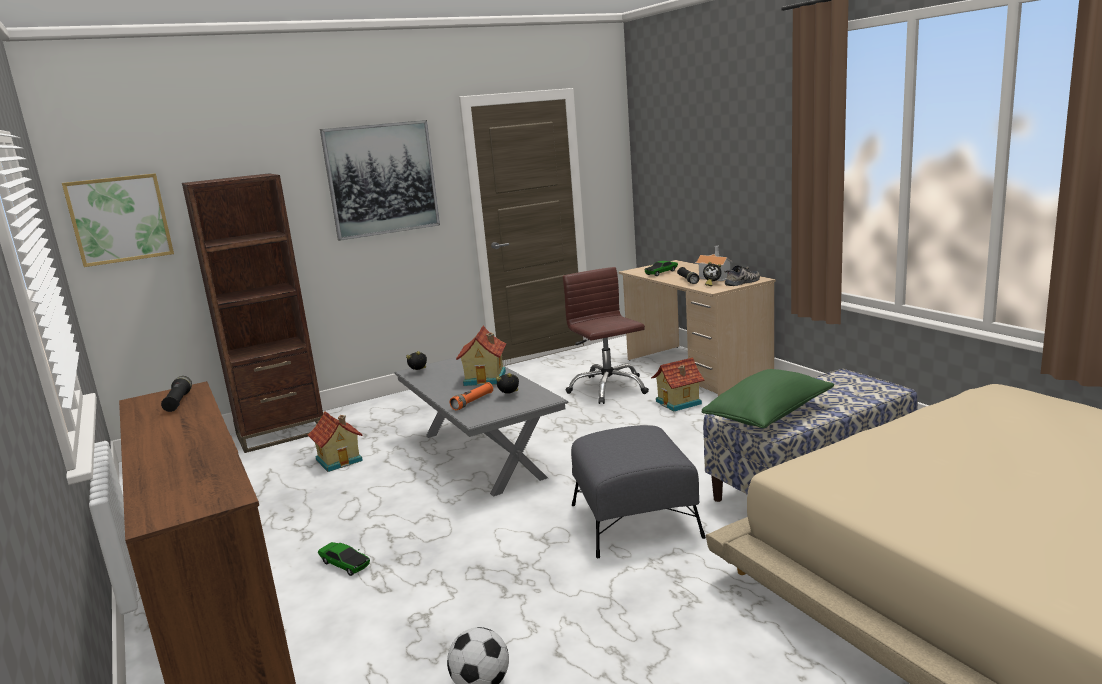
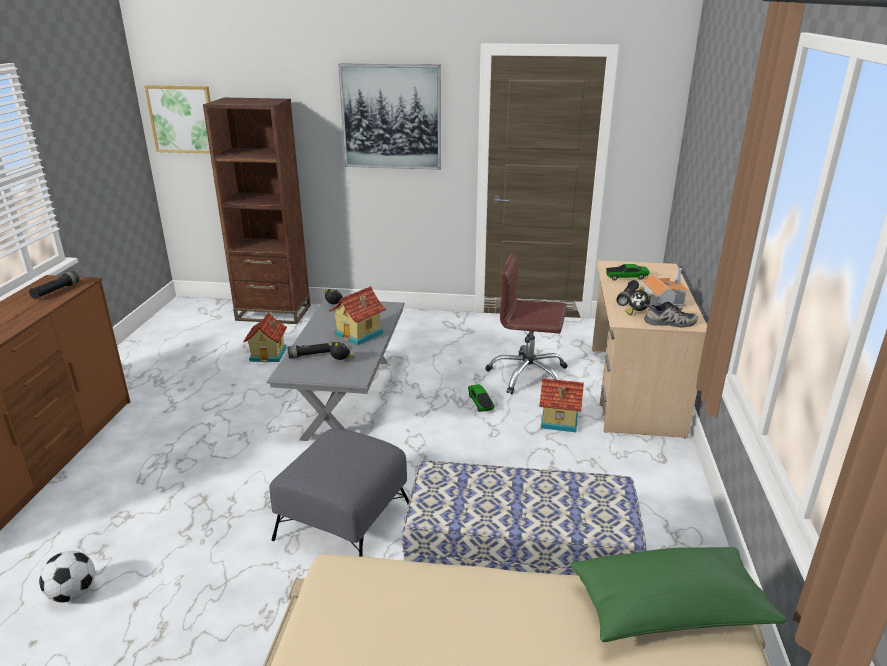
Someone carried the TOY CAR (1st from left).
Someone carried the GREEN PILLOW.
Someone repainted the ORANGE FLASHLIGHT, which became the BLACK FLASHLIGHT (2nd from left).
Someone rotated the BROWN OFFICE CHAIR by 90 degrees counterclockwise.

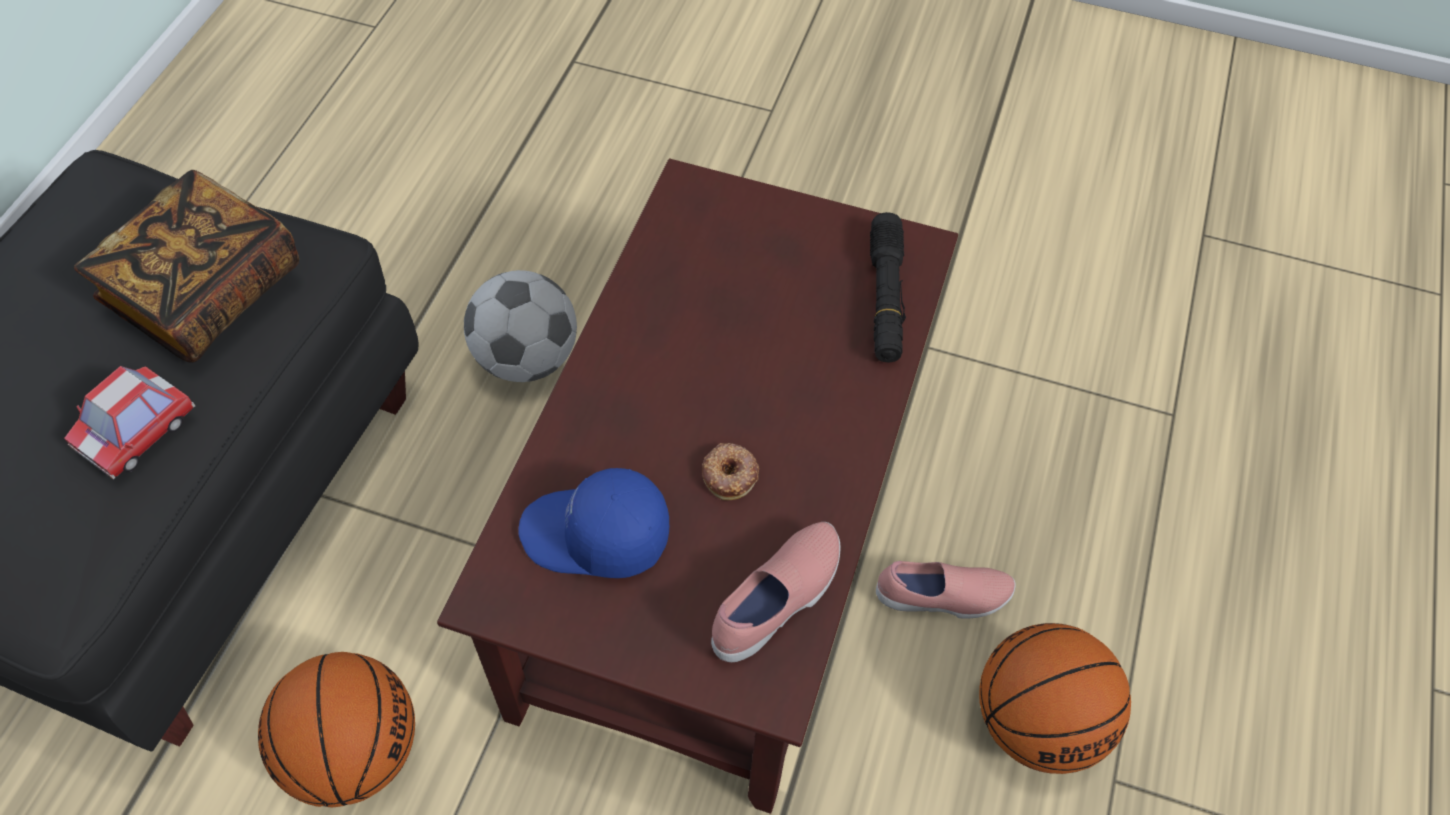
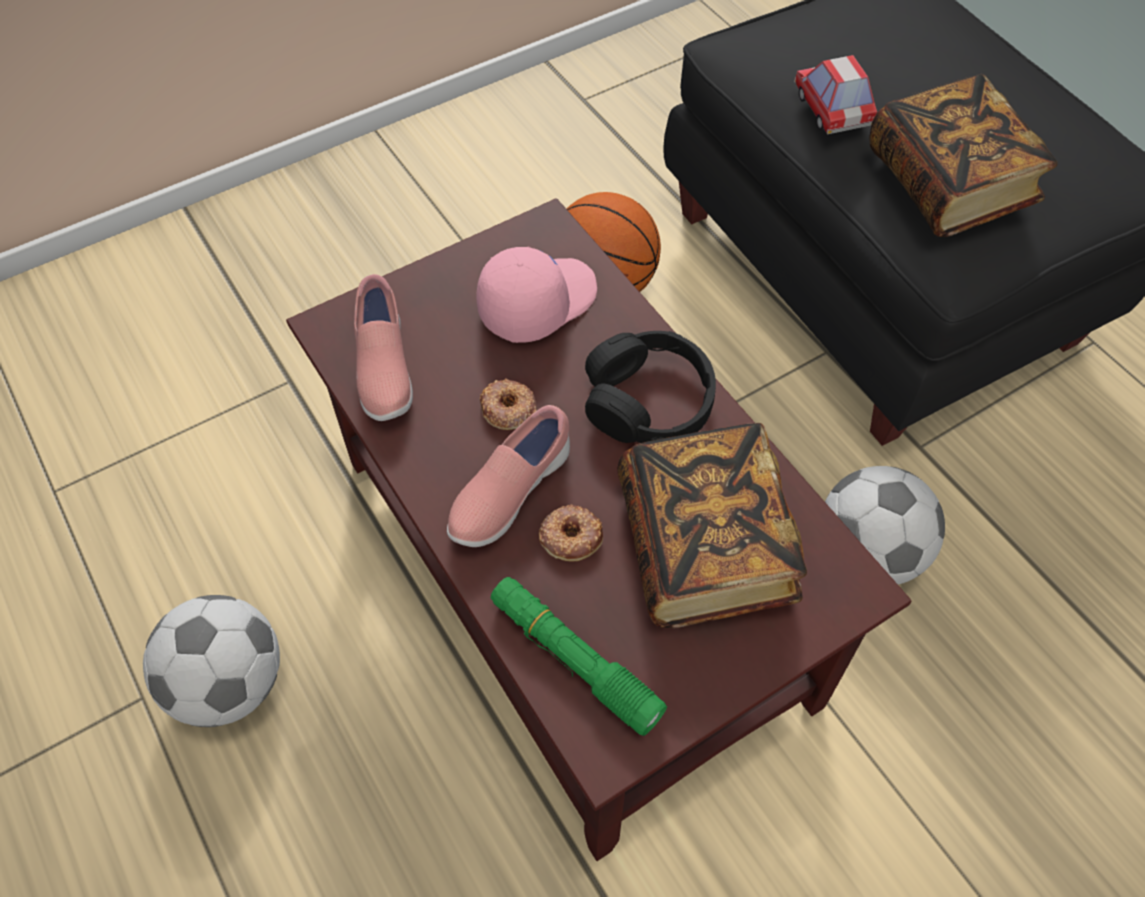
Someone put down the DONUT (2nd from left).
Someone put down the BLACK HEADPHONES.
Someone put down the BOOK (1st from left).
Someone carried the PINK SHOE (2nd from left).
Someone swapped the BASKETBALL (2nd from left) for the FOOTBALL (1st from left).
Someone repainted the BLUE CAP, which became the PINK CAP.
Someone repainted the BLACK FLASHLIGHT, which became the GREEN FLASHLIGHT.

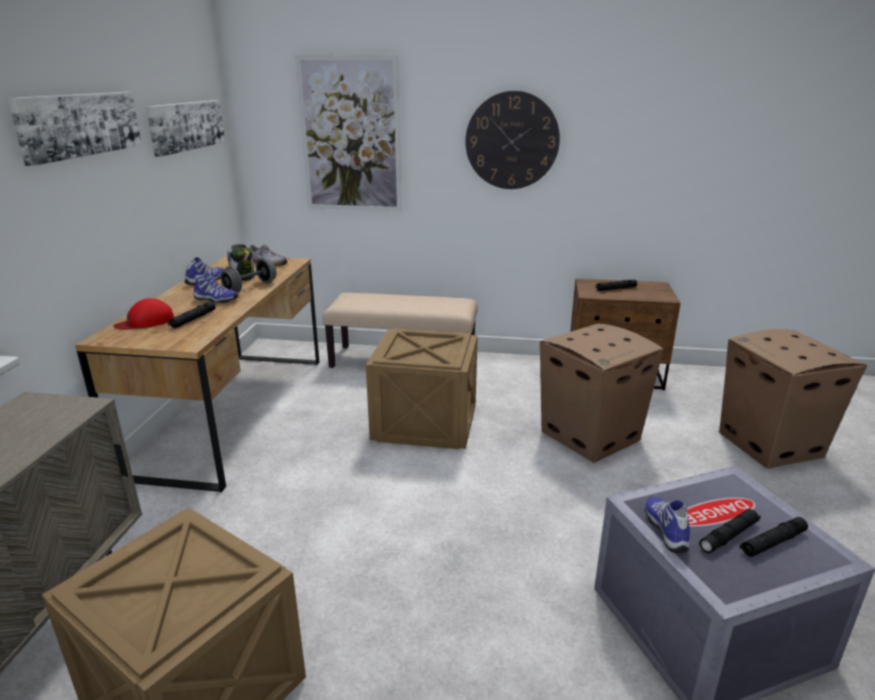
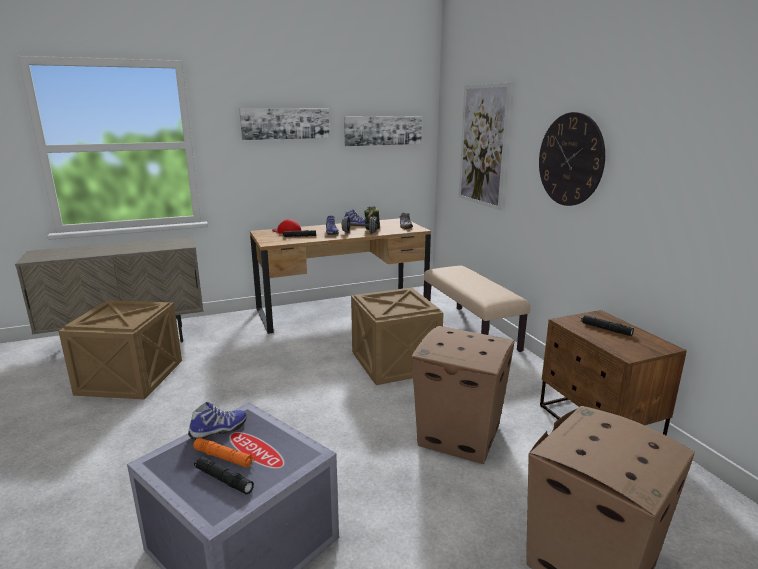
Someone repainted the BLACK FLASHLIGHT (3rd from left), which became the ORANGE FLASHLIGHT.

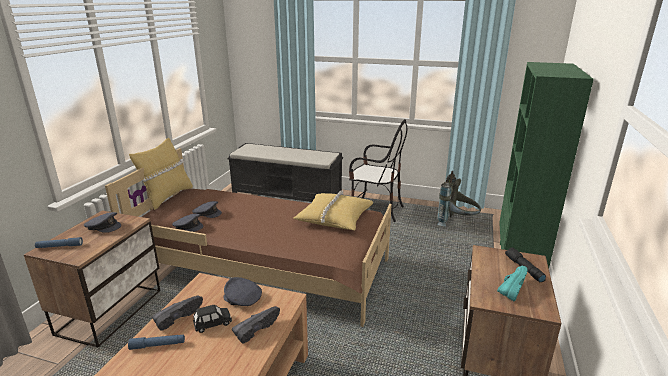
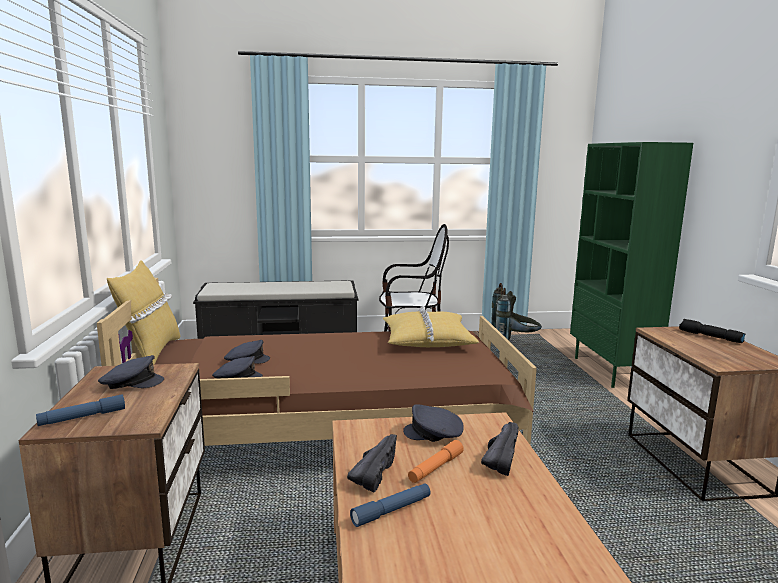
Someone took away the TURQUOISE SHOE.
Someone swapped the BLACK TOY CAR for the ORANGE FLASHLIGHT.

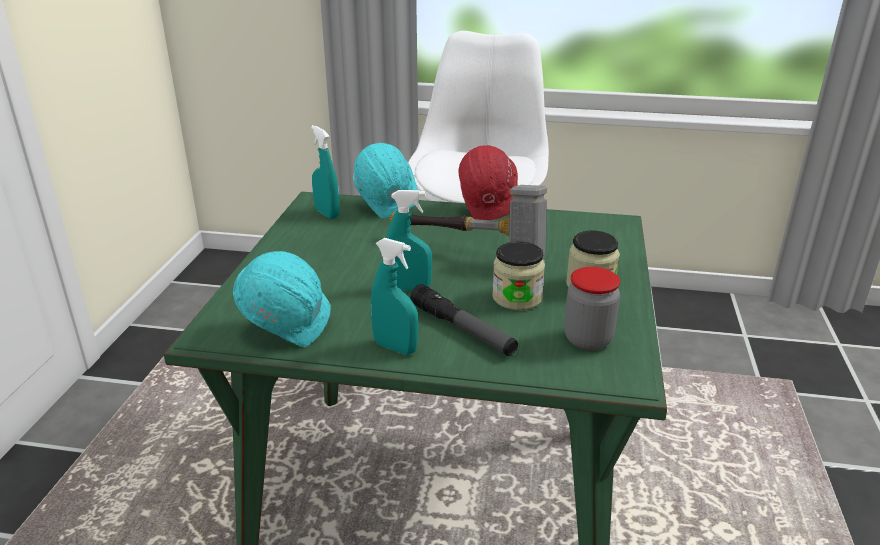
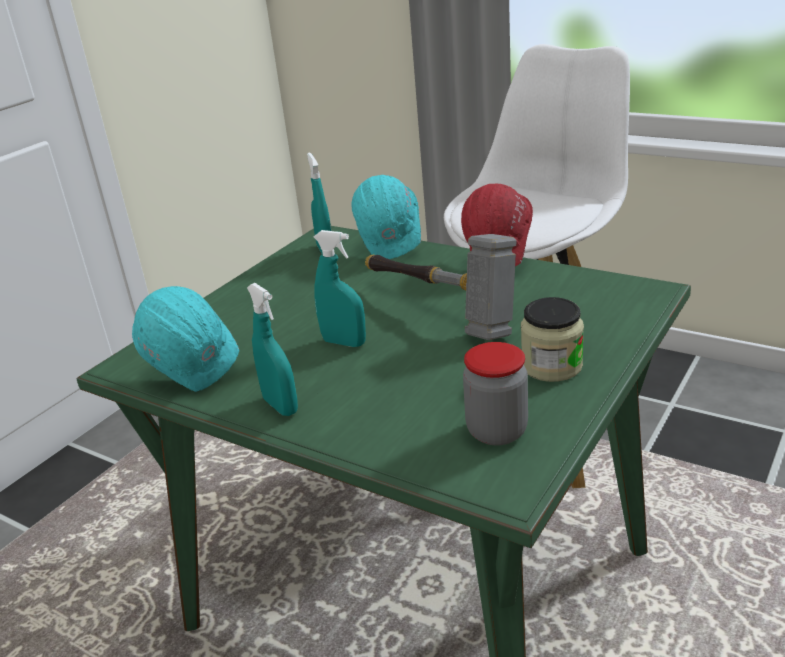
Someone took away the FLASHLIGHT.
Someone took away the JAR (1st from left).

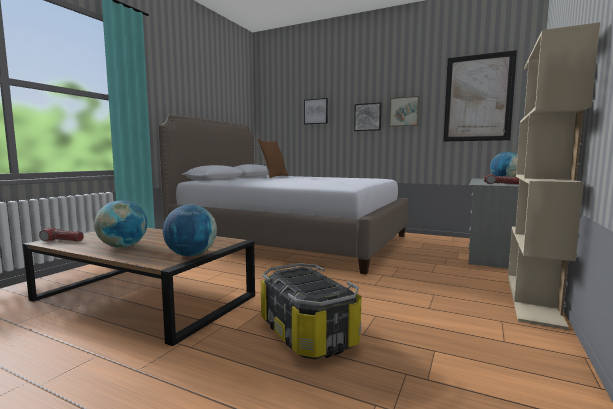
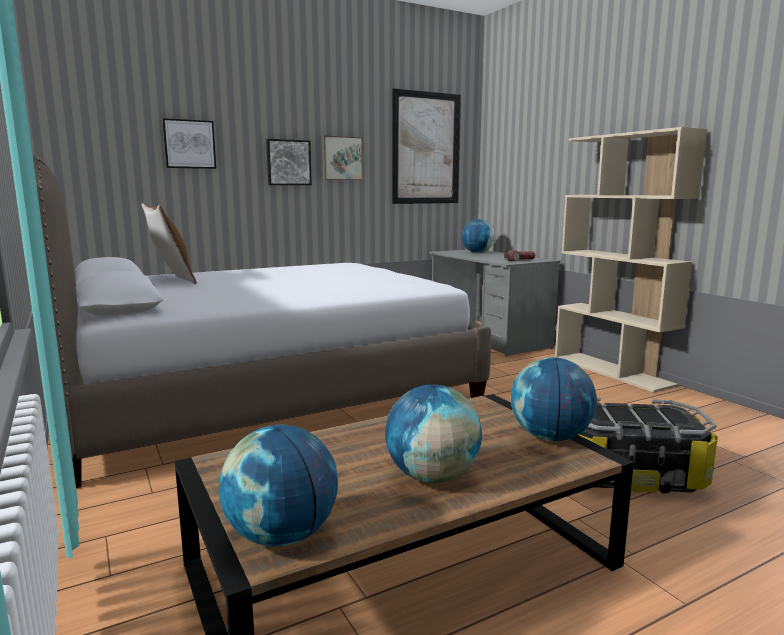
Someone swapped the FLASHLIGHT (1st from left) for the GLOBE (1st from left).

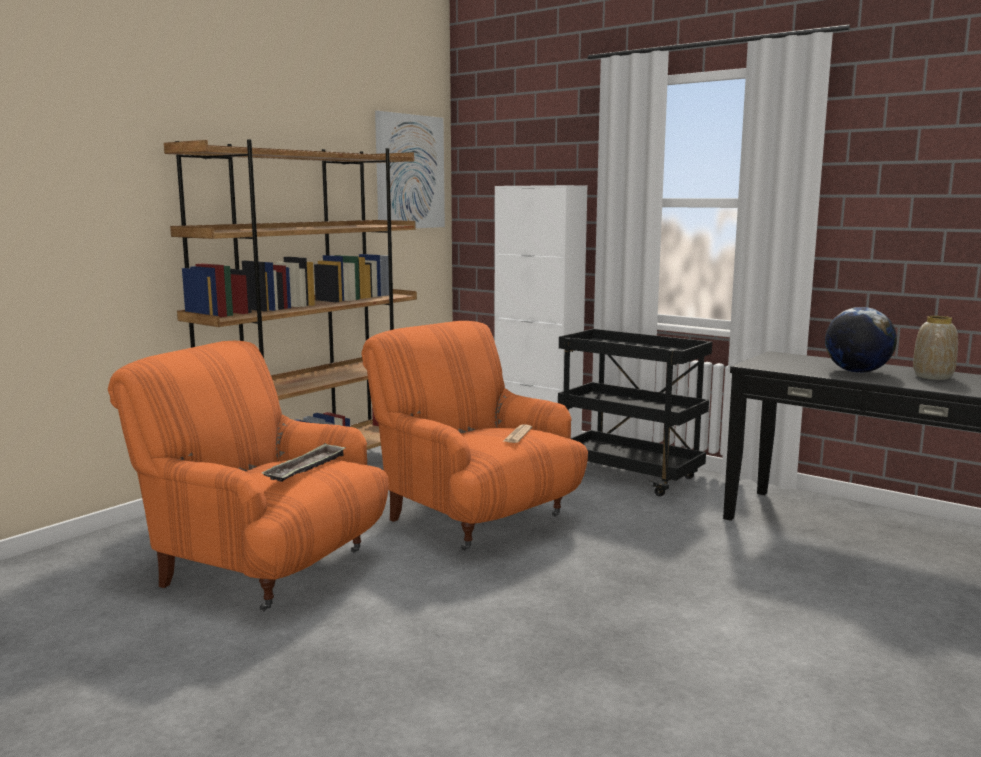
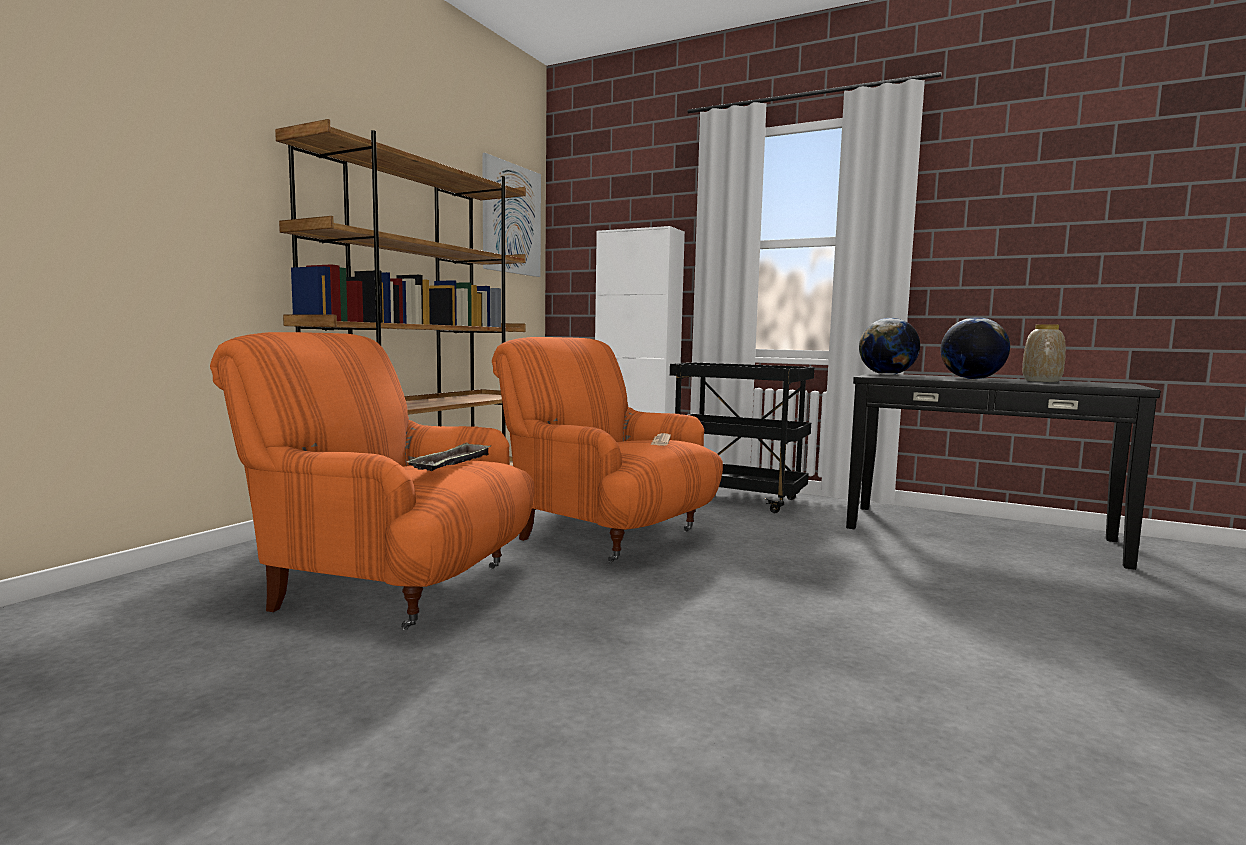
Someone put down the GLOBE (1st from left).

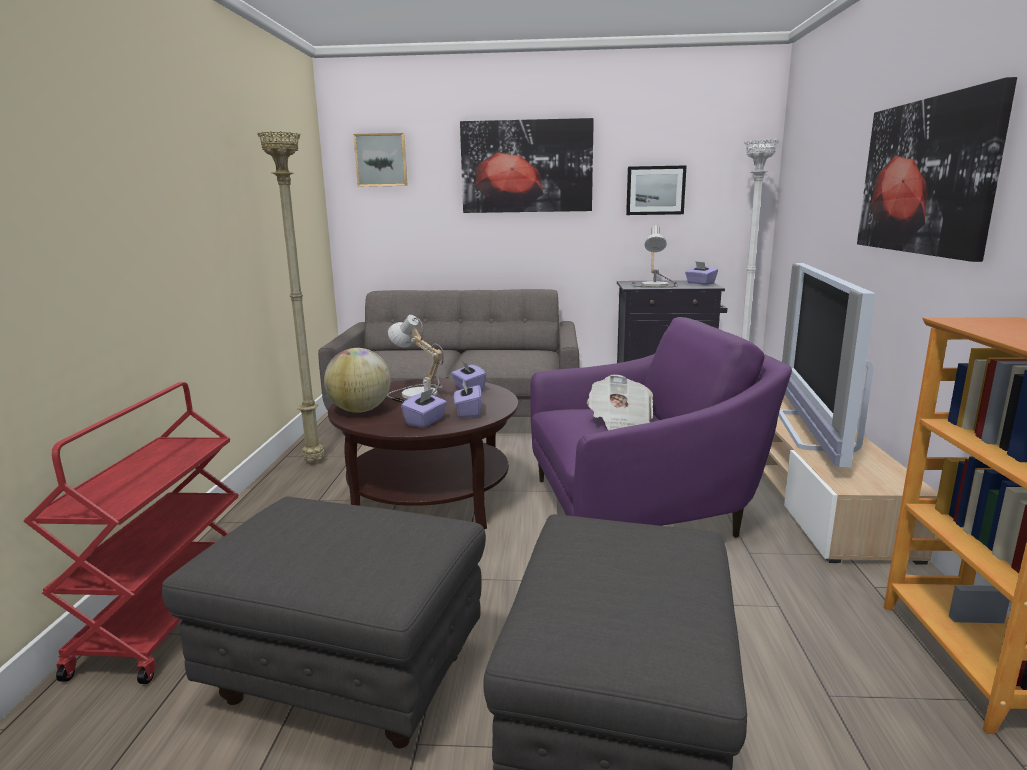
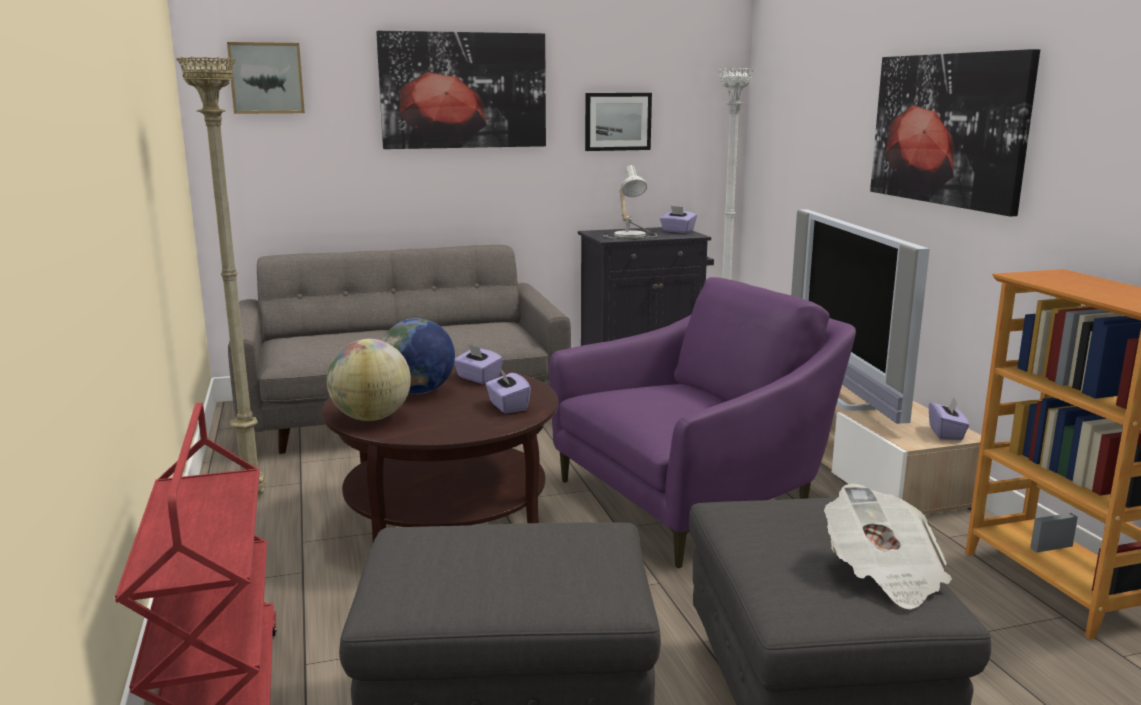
Someone carried the PURPLE TISSUE BOX (1st from left in the first image).
Someone carried the NEWSPAPER.
Someone swapped the TABLE LAMP (1st from left) for the GLOBE (2nd from left).

